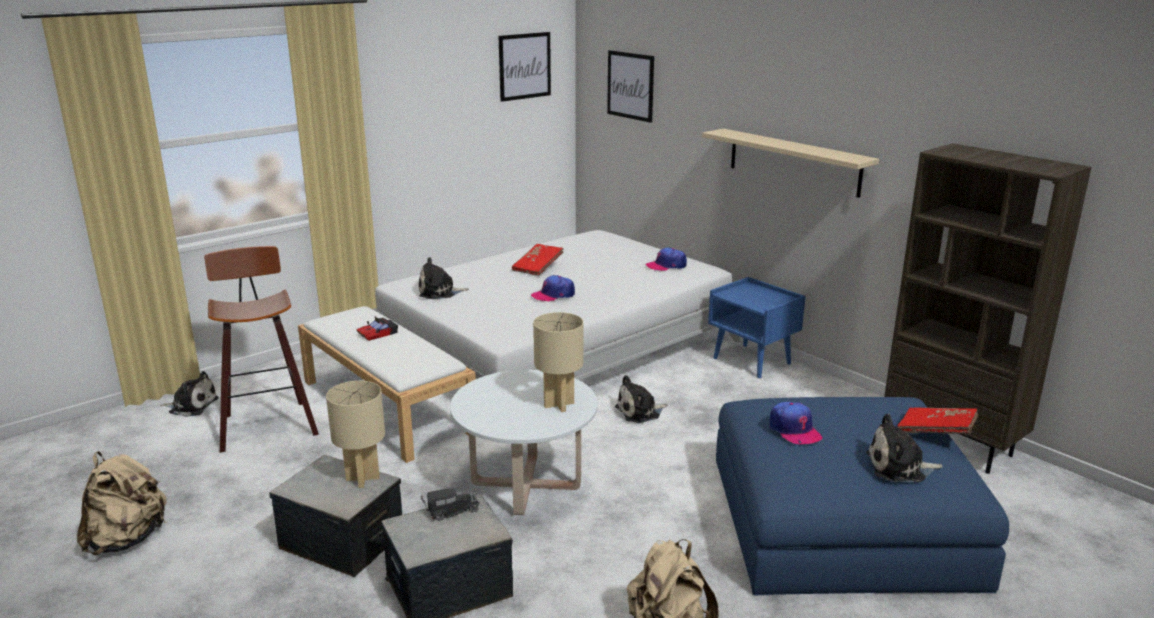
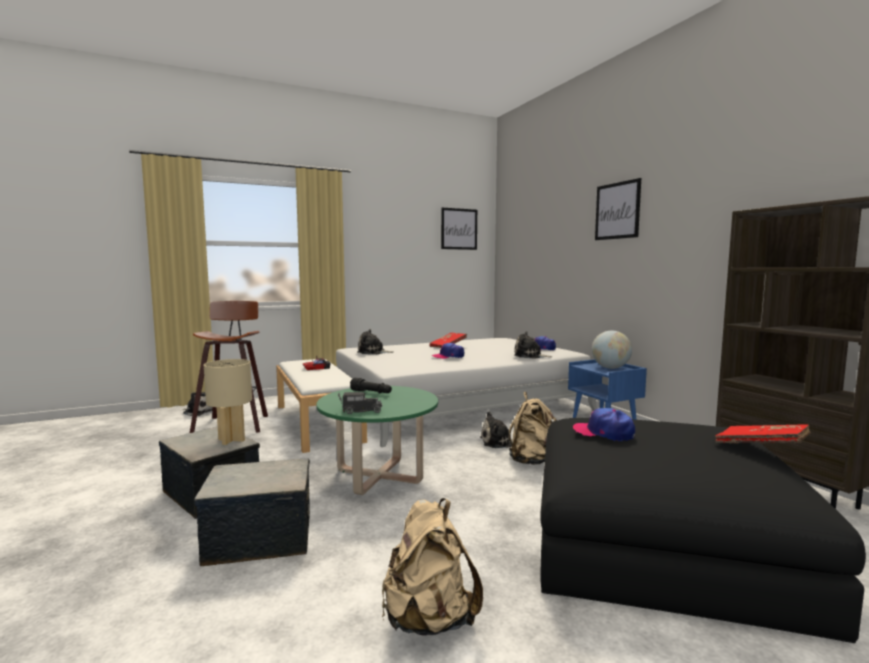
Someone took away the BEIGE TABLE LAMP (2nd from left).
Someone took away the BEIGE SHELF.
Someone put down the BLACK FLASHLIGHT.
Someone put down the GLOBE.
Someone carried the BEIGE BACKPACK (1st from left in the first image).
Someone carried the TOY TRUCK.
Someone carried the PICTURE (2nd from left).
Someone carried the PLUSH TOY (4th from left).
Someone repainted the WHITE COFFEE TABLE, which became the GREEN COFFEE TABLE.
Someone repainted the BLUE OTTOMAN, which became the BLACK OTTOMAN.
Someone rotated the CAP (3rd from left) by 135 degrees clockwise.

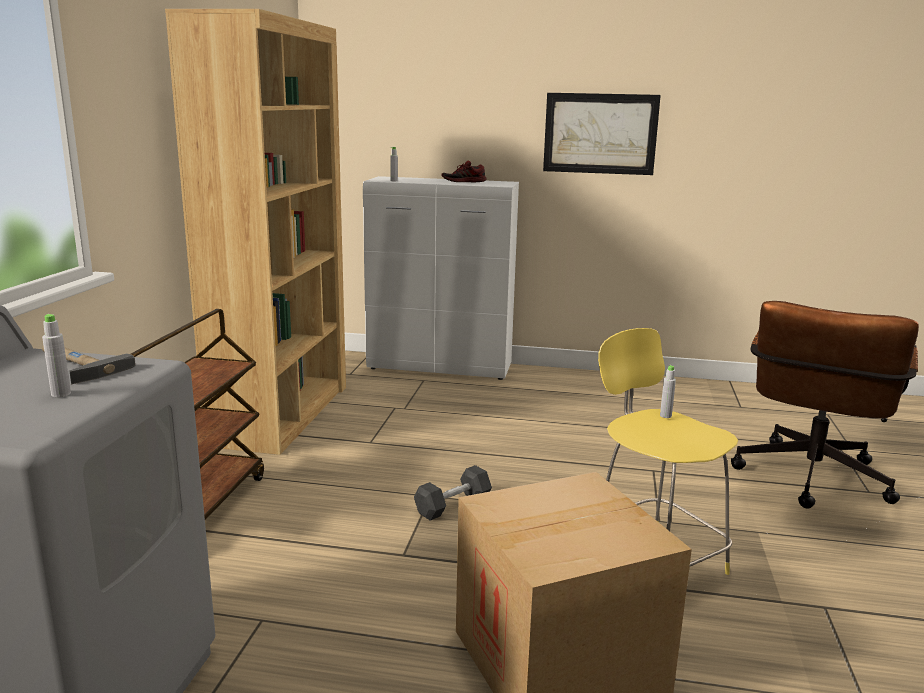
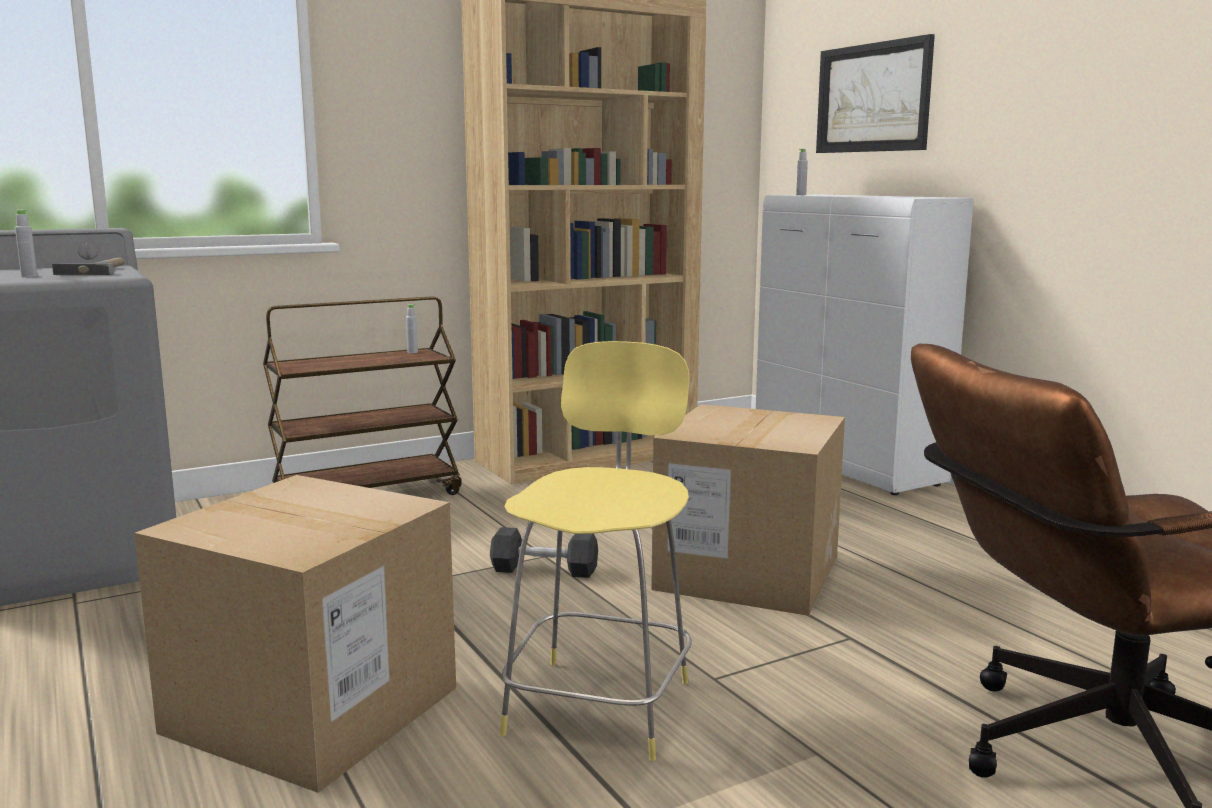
Someone took away the SHOE.
Someone put down the CARDBOARD BOX (2nd from left).
Someone carried the PICTURE.
Someone carried the GREY BOTTLE (3rd from left in the first image).

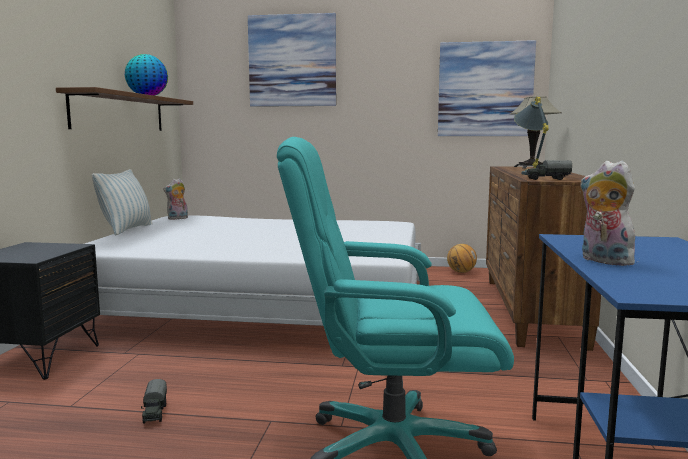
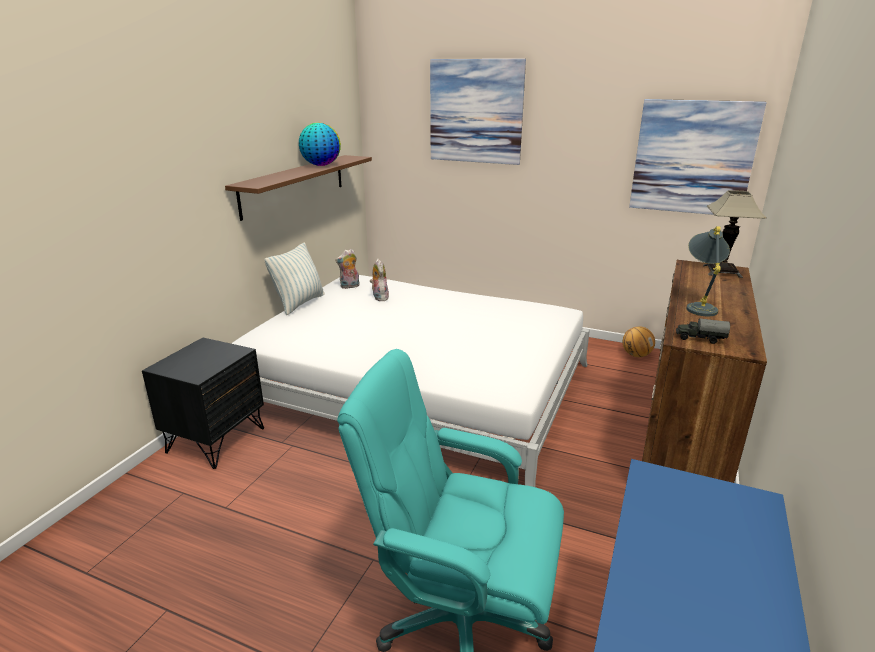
Someone took away the TOY TRUCK (1st from left).
Someone carried the PLUSH TOY (2nd from left).

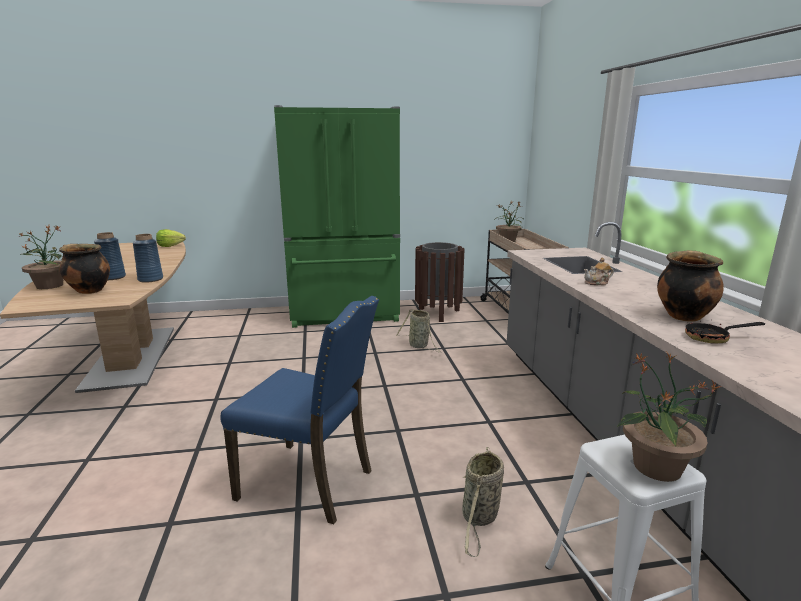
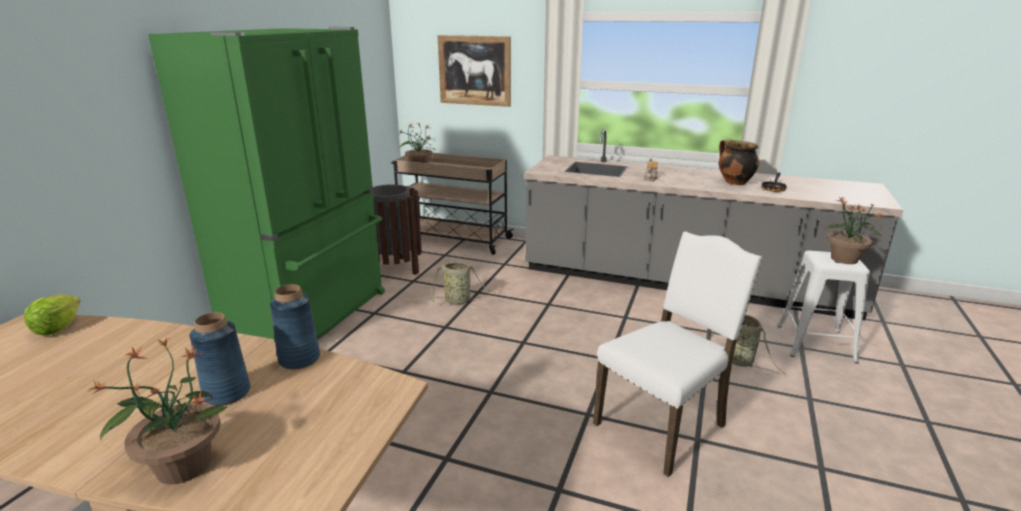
Someone took away the COOKING POT (1st from left).
Someone put up the PICTURE.
Someone repainted the BLUE CHAIR, which became the WHITE CHAIR.

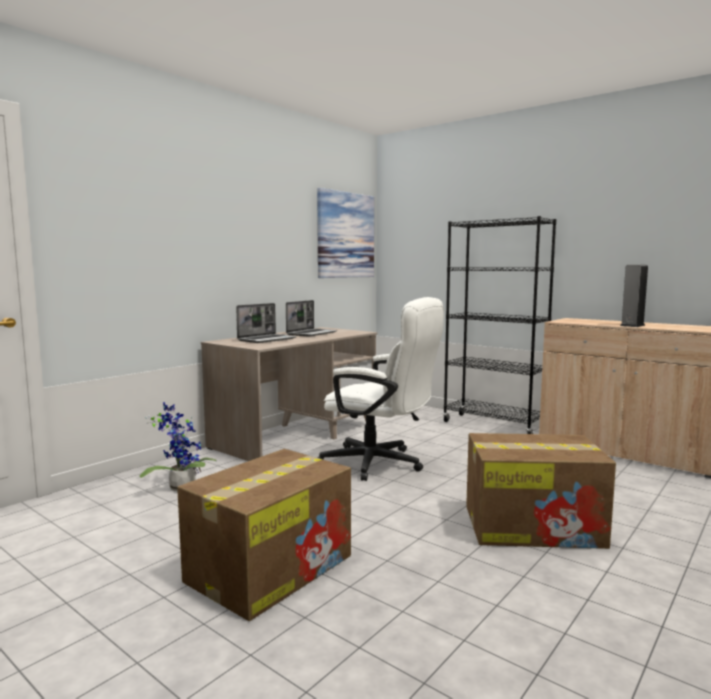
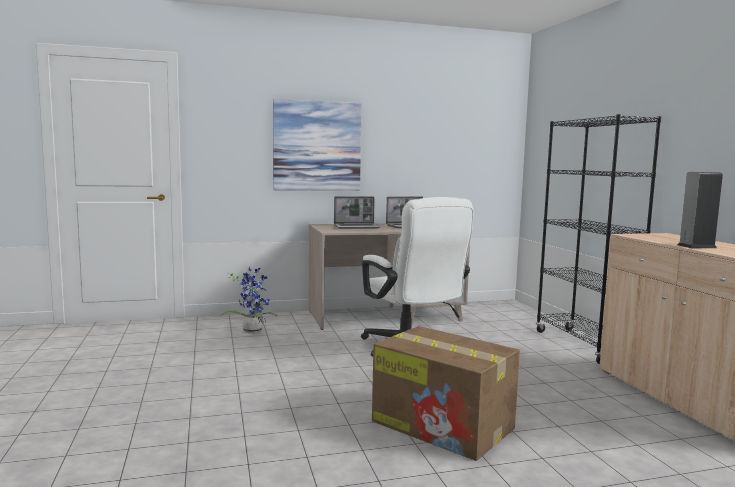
Someone took away the CARDBOARD BOX (1st from left).
Someone carried the PICTURE.

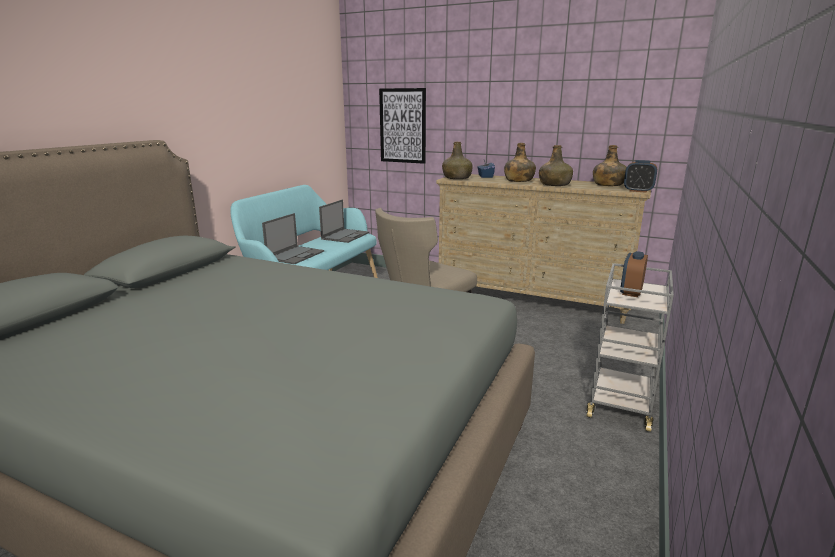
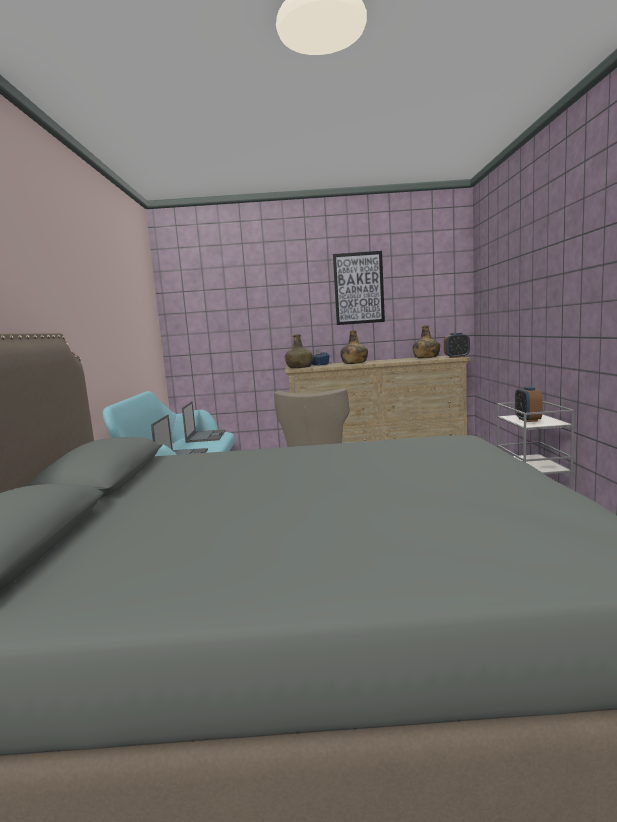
Someone took away the GREEN BOTTLE (3rd from left).
Someone carried the PICTURE.

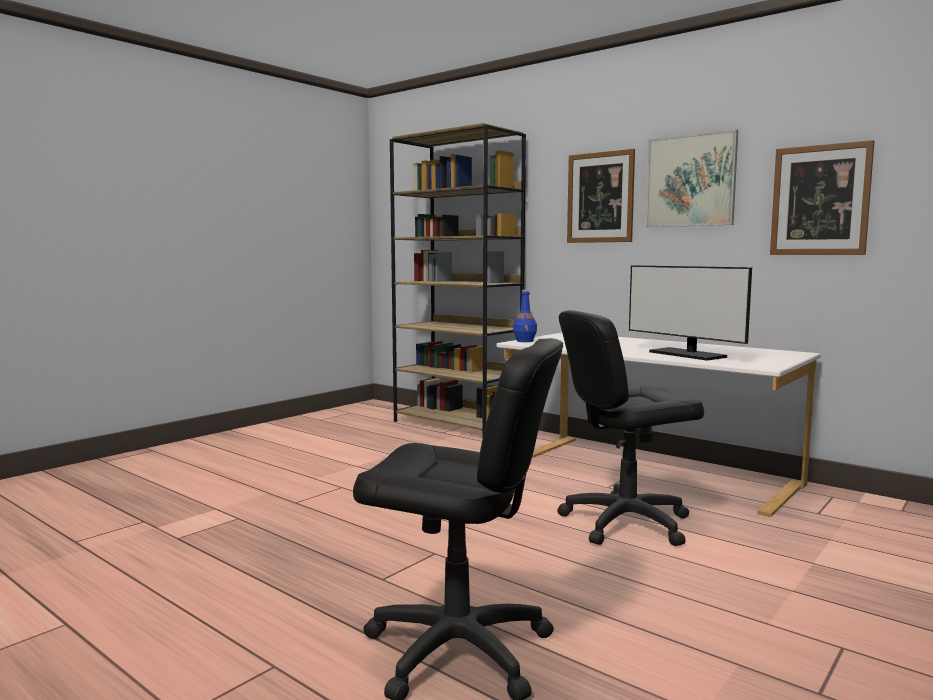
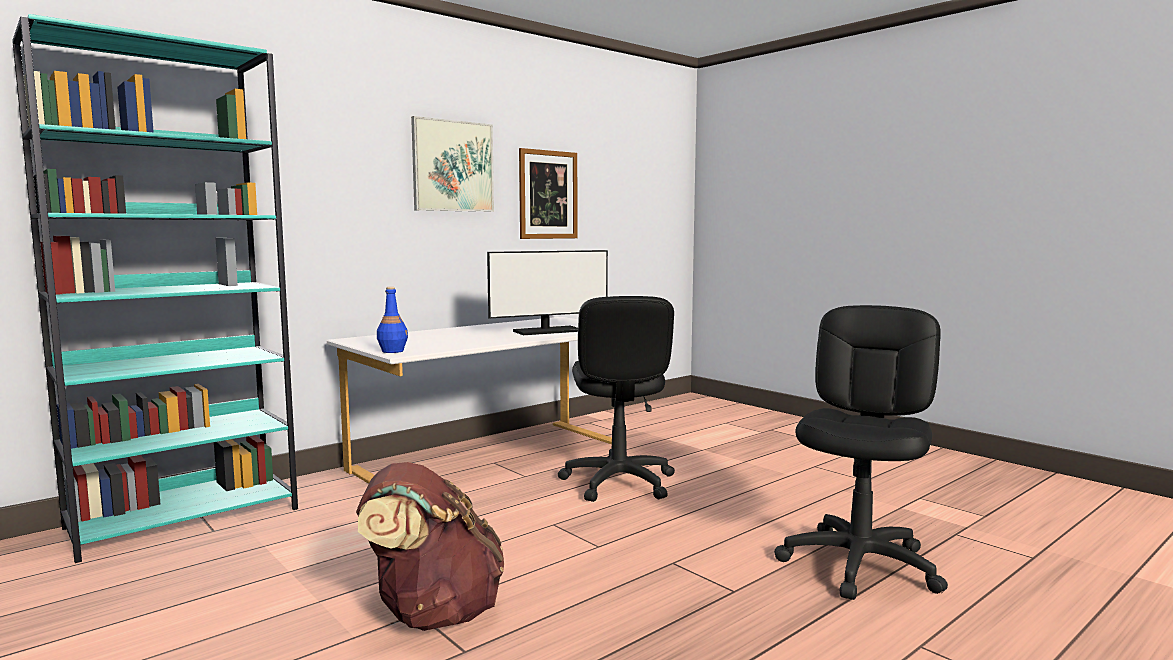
Someone took away the PICTURE (1st from left).
Someone put down the BROWN BACKPACK.
Someone repainted the BROWN BOOKCASE, which became the TURQUOISE BOOKCASE.

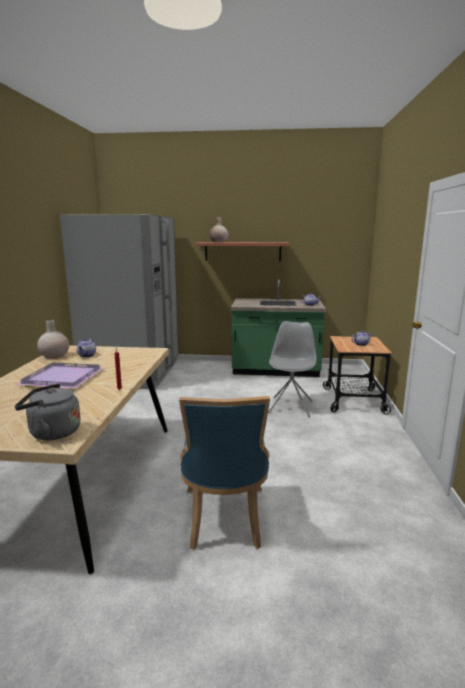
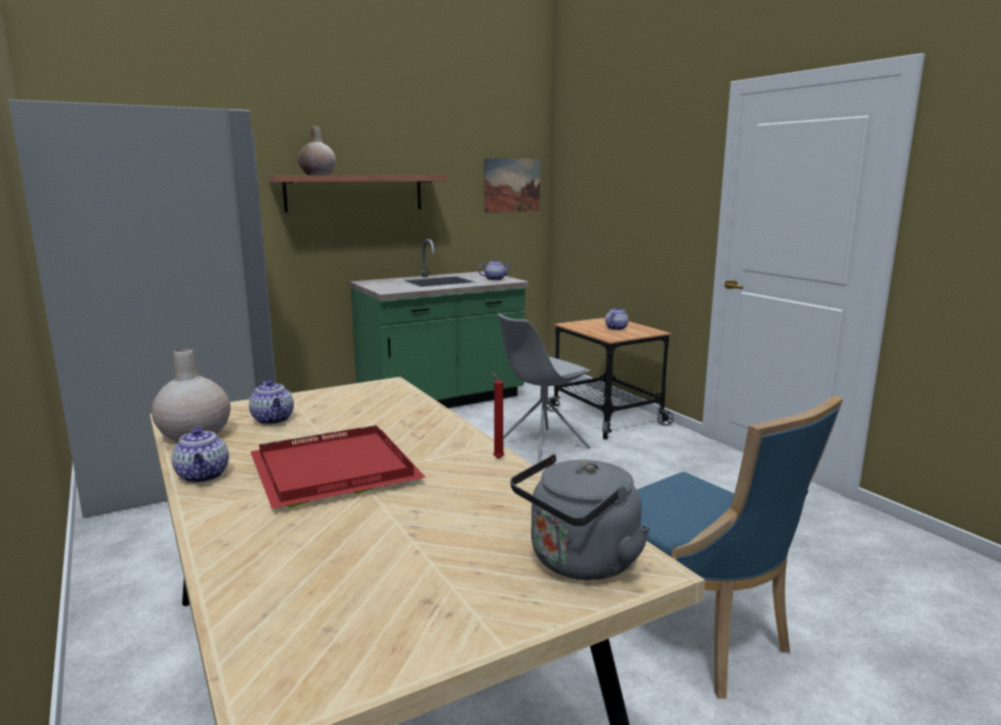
Someone put down the TEAPOT (1st from left).
Someone put up the PICTURE.
Someone repainted the PURPLE TRAY, which became the RED TRAY.
Someone rotated the GREY CHAIR by 105 degrees counterclockwise.

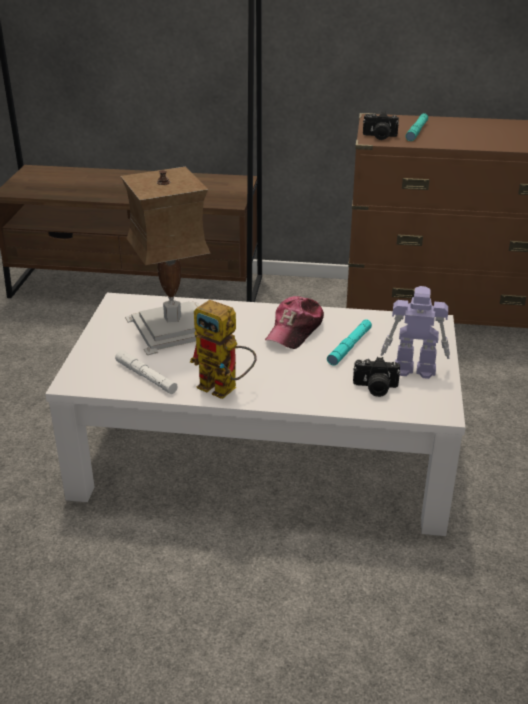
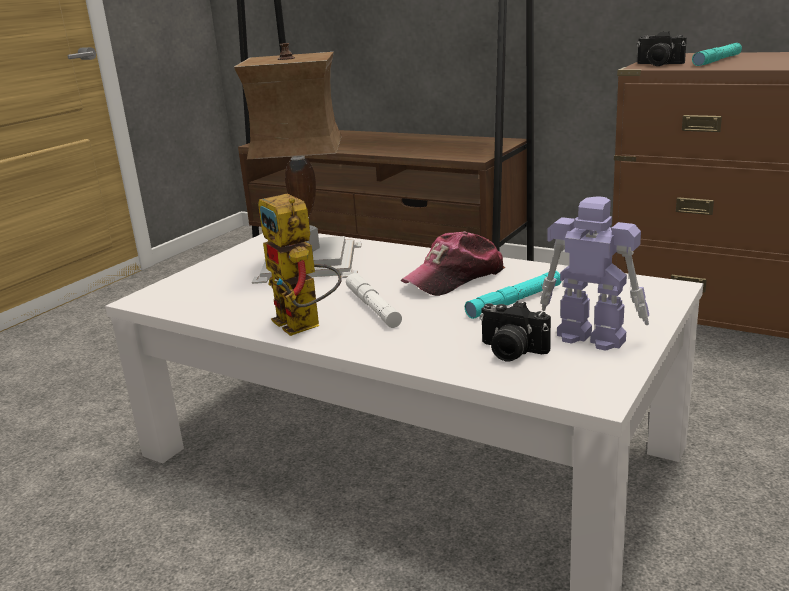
Someone carried the WHITE FLASHLIGHT.

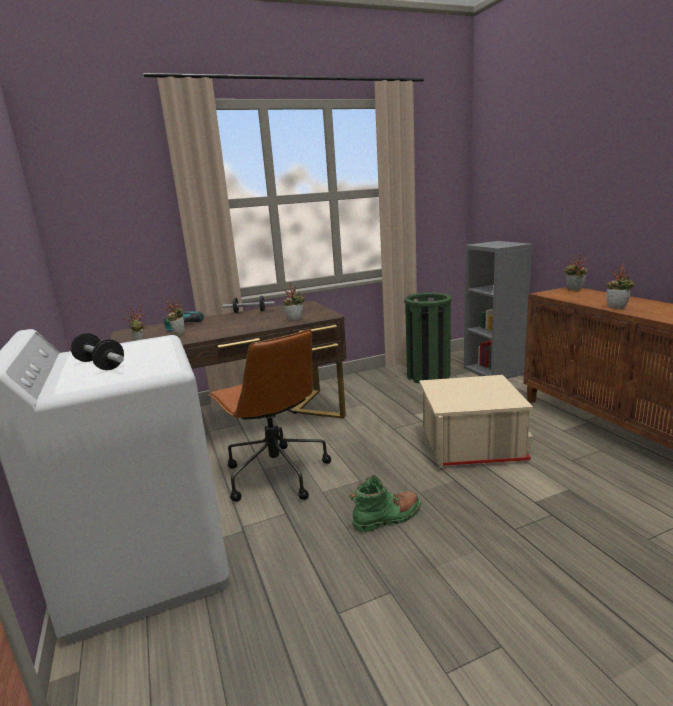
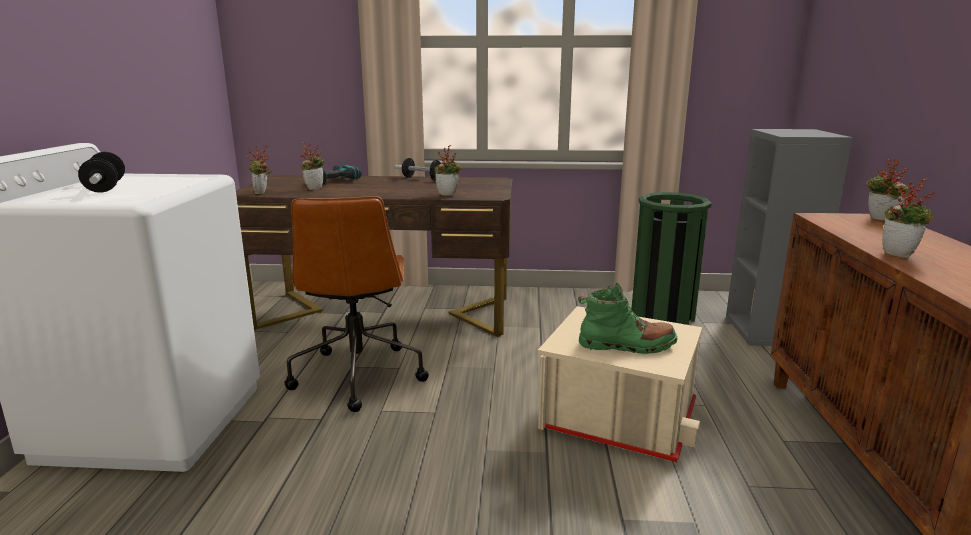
Someone carried the GREEN BOOT.

